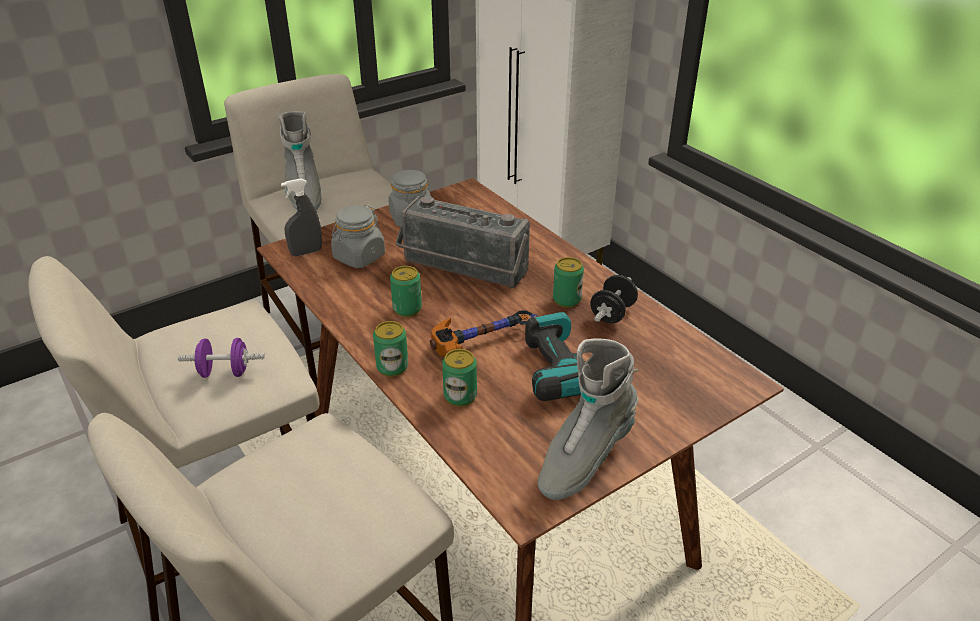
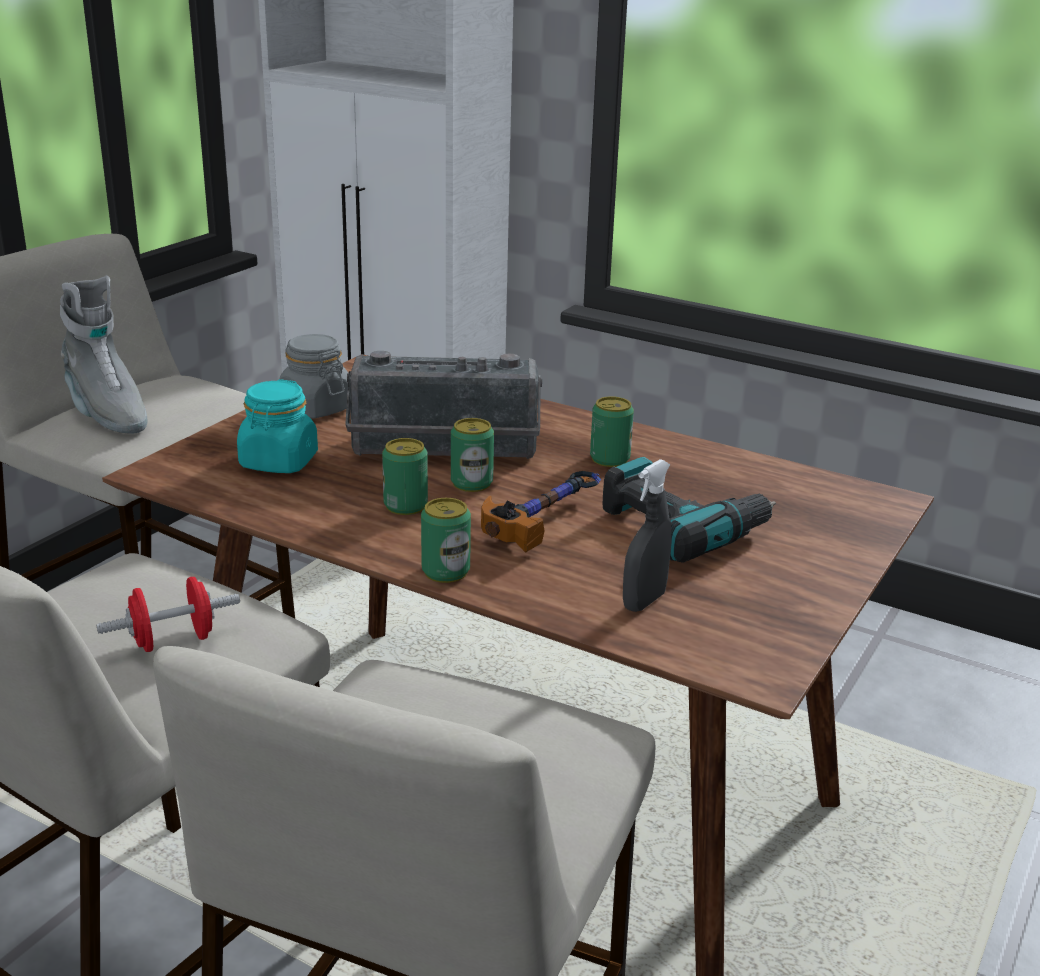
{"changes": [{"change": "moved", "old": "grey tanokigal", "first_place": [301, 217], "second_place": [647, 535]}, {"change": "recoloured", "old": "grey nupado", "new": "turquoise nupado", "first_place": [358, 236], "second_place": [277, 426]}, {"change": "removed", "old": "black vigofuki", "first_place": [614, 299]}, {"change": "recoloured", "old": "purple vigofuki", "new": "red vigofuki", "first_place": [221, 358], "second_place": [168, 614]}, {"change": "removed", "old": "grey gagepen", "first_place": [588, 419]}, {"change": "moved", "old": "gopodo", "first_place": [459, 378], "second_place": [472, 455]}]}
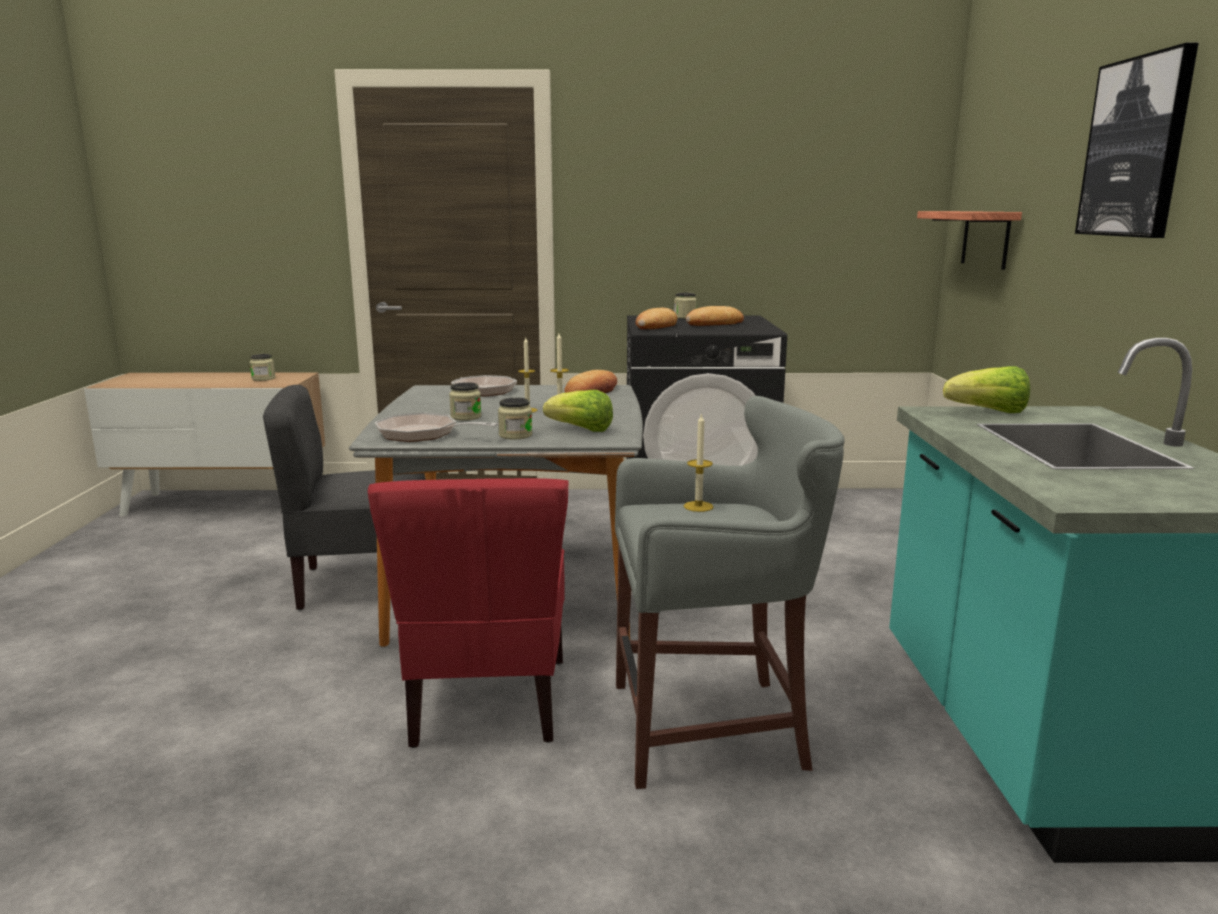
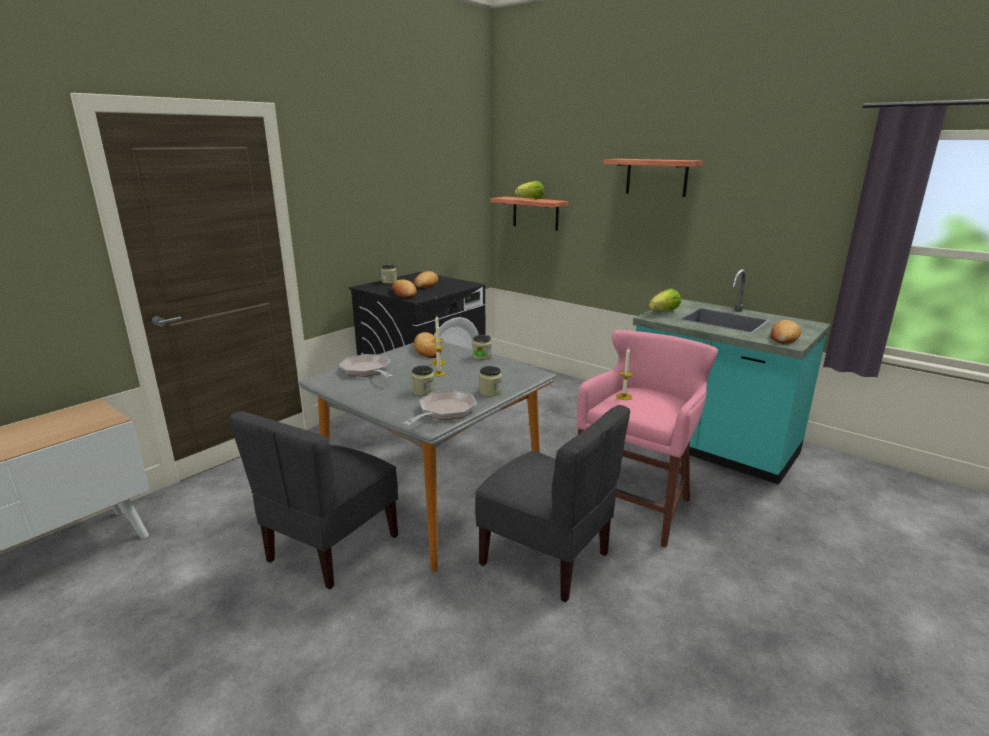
{"changes": [{"change": "replaced", "old": "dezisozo", "new": "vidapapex", "first_place": [1137, 140], "second_place": [653, 178]}, {"change": "moved", "old": "nupado", "first_place": [262, 367], "second_place": [482, 347]}, {"change": "moved", "old": "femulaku", "first_place": [578, 411], "second_place": [529, 190]}, {"change": "recoloured", "old": "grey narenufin", "new": "pink narenufin", "first_place": [729, 592], "second_place": [647, 439]}, {"change": "turned", "old": "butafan", "first_place": [437, 427], "second_place": [440, 408], "degrees": 150}, {"change": "recoloured", "old": "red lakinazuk", "new": "grey lakinazuk", "first_place": [468, 613], "second_place": [552, 503]}, {"change": "added", "new": "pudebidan", "second_place": [785, 332]}]}
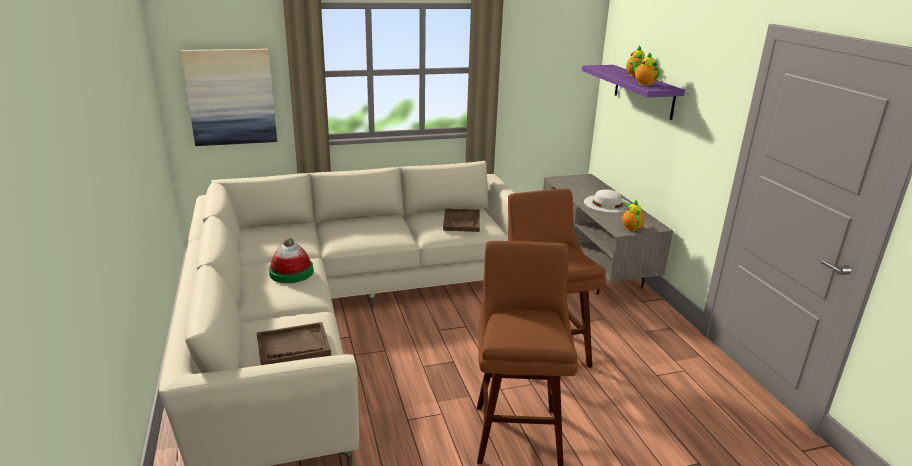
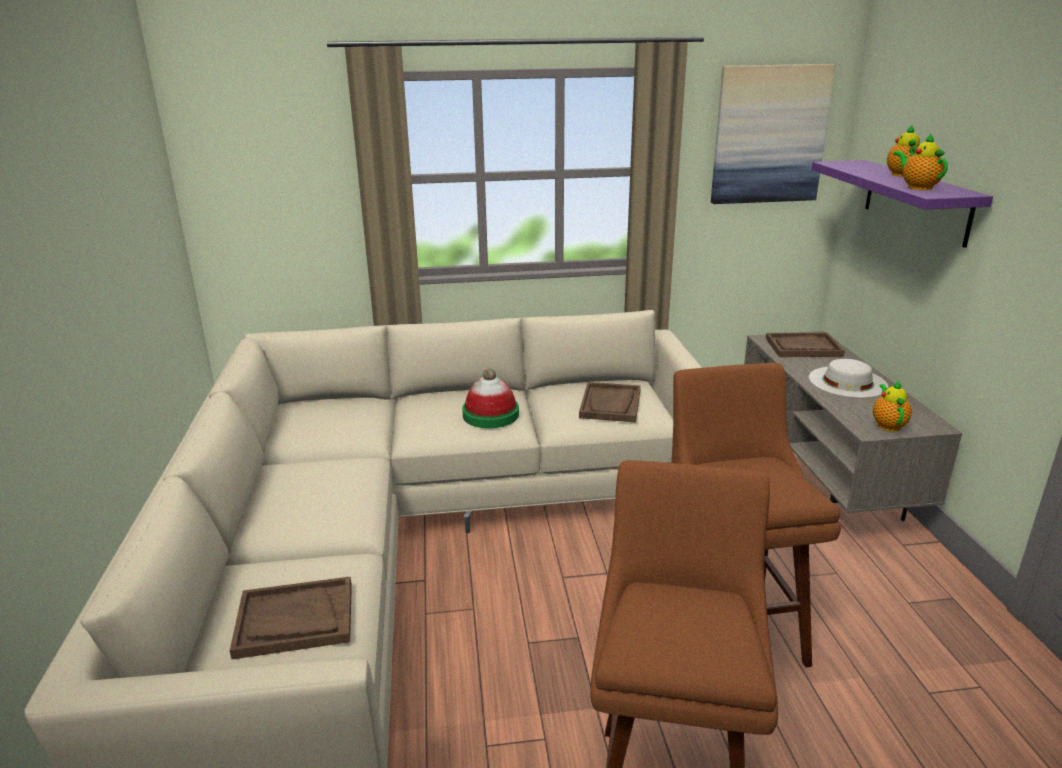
{"changes": [{"change": "moved", "old": "dezisozo", "first_place": [229, 97], "second_place": [773, 134]}, {"change": "moved", "old": "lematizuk", "first_place": [291, 260], "second_place": [490, 398]}, {"change": "added", "new": "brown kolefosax", "second_place": [805, 345]}]}
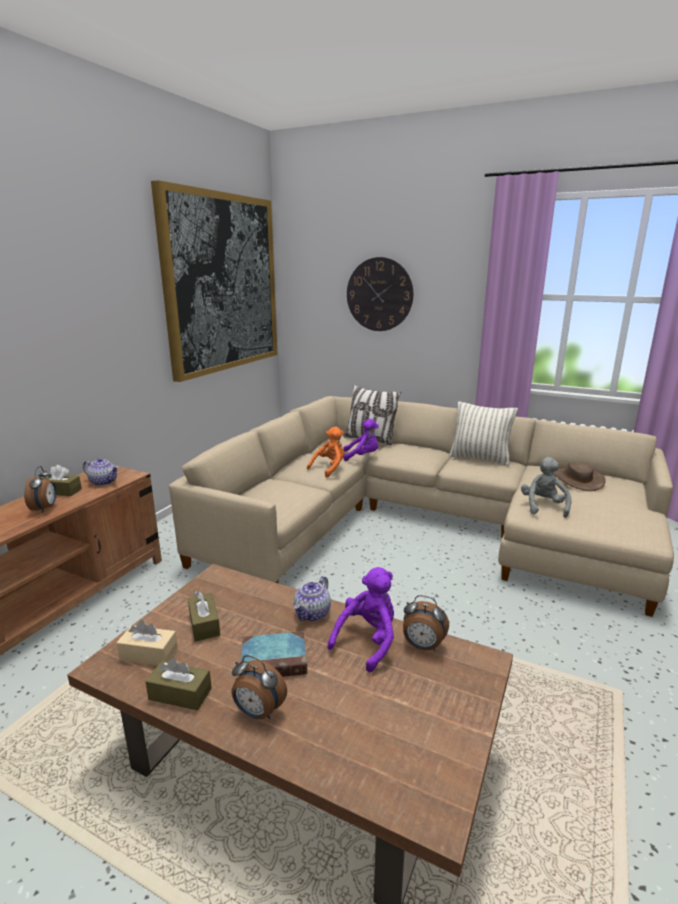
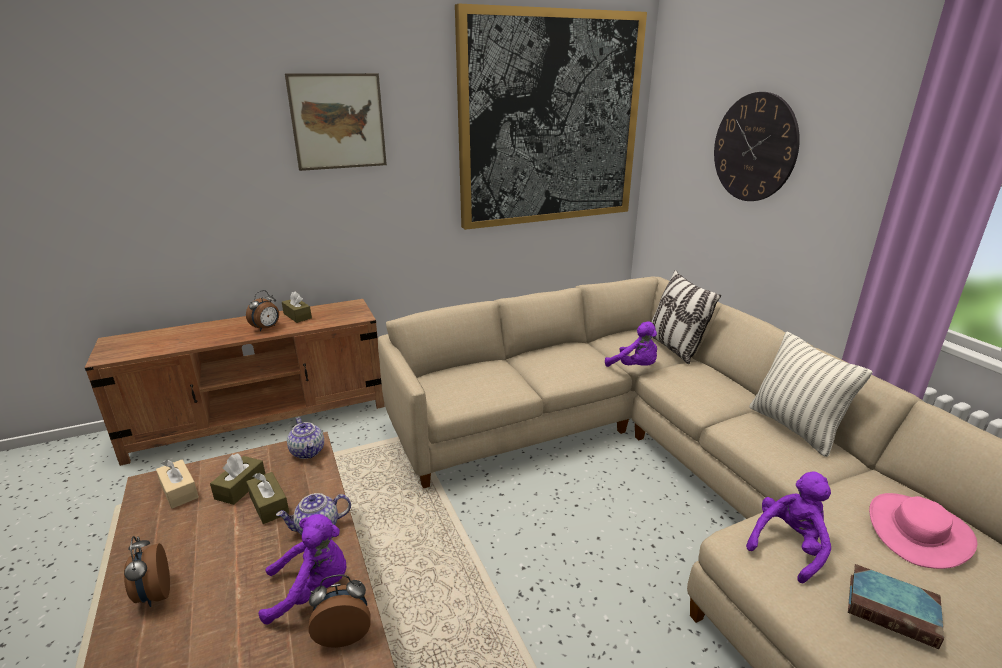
{"changes": [{"change": "removed", "old": "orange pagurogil", "first_place": [325, 451]}, {"change": "recoloured", "old": "grey pagurogil", "new": "purple pagurogil", "first_place": [546, 487], "second_place": [788, 527]}, {"change": "moved", "old": "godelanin", "first_place": [101, 472], "second_place": [305, 438]}, {"change": "recoloured", "old": "brown lematizuk", "new": "pink lematizuk", "first_place": [580, 476], "second_place": [923, 531]}, {"change": "turned", "old": "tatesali", "first_place": [426, 623], "second_place": [340, 611], "degrees": 105}, {"change": "moved", "old": "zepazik", "first_place": [274, 654], "second_place": [896, 606]}, {"change": "moved", "old": "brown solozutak", "first_place": [178, 684], "second_place": [268, 498]}, {"change": "added", "new": "dezisozo", "second_place": [336, 122]}]}
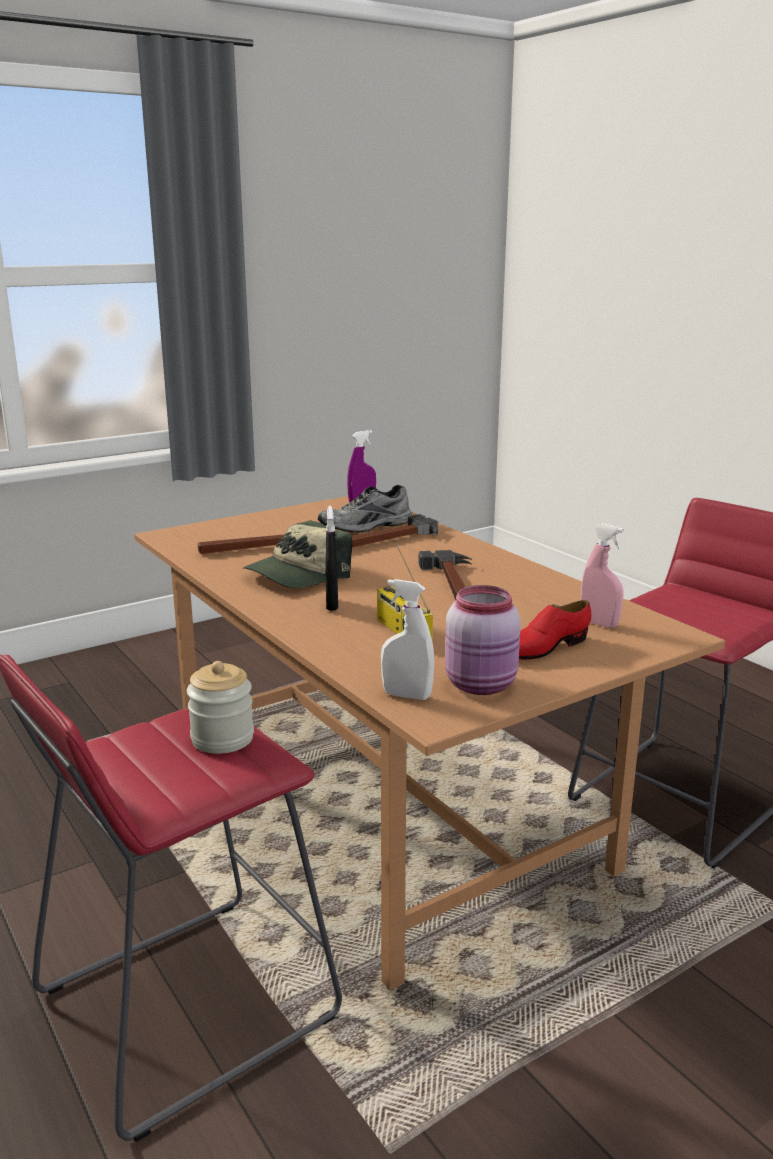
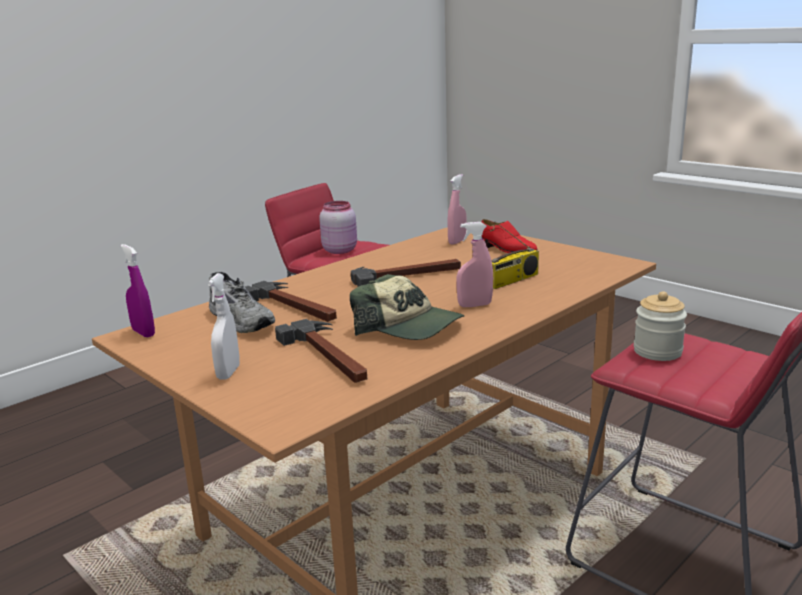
{"changes": [{"change": "recoloured", "old": "black tanokigal", "new": "pink tanokigal", "first_place": [332, 558], "second_place": [474, 264]}, {"change": "moved", "old": "white tanokigal", "first_place": [407, 639], "second_place": [223, 326]}, {"change": "moved", "old": "pink nupado", "first_place": [483, 640], "second_place": [338, 227]}]}
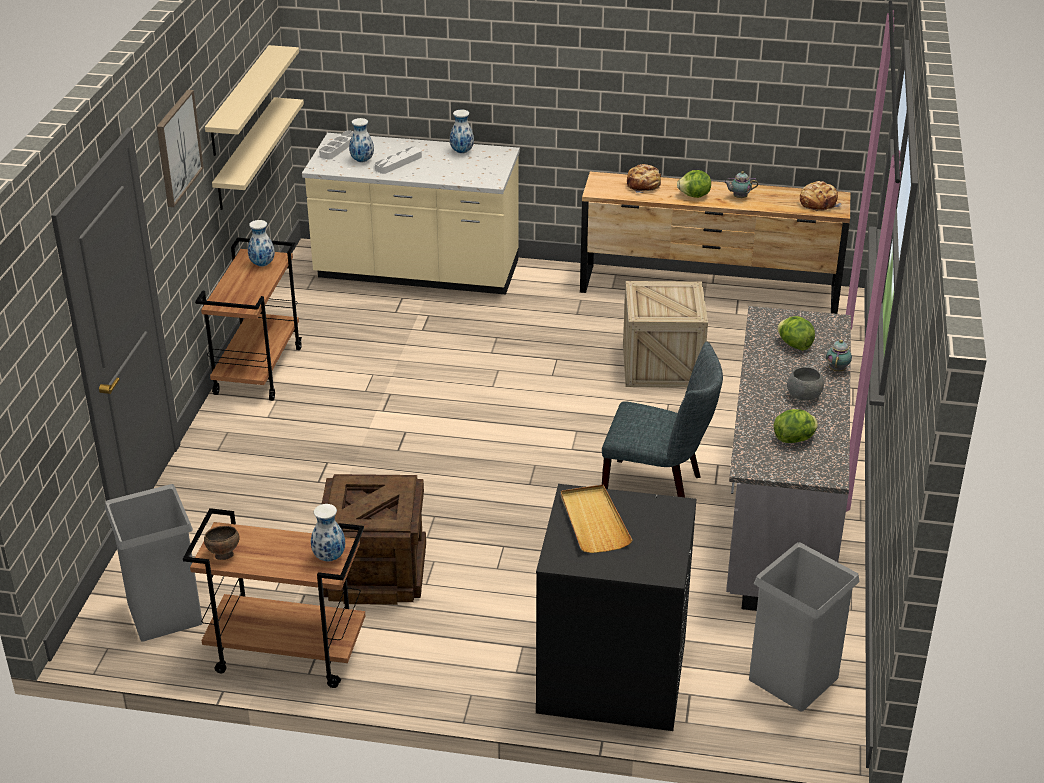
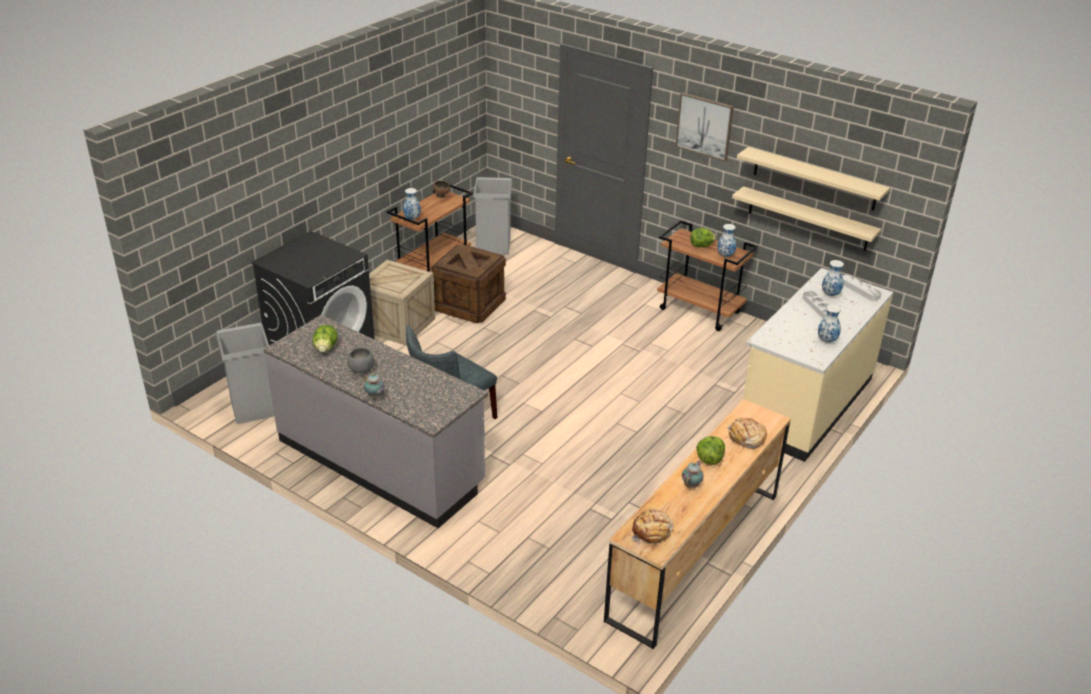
{"changes": [{"change": "moved", "old": "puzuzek", "first_place": [665, 334], "second_place": [402, 303]}, {"change": "moved", "old": "femulaku", "first_place": [796, 333], "second_place": [703, 237]}, {"change": "removed", "old": "beige kolefosax", "first_place": [596, 519]}]}
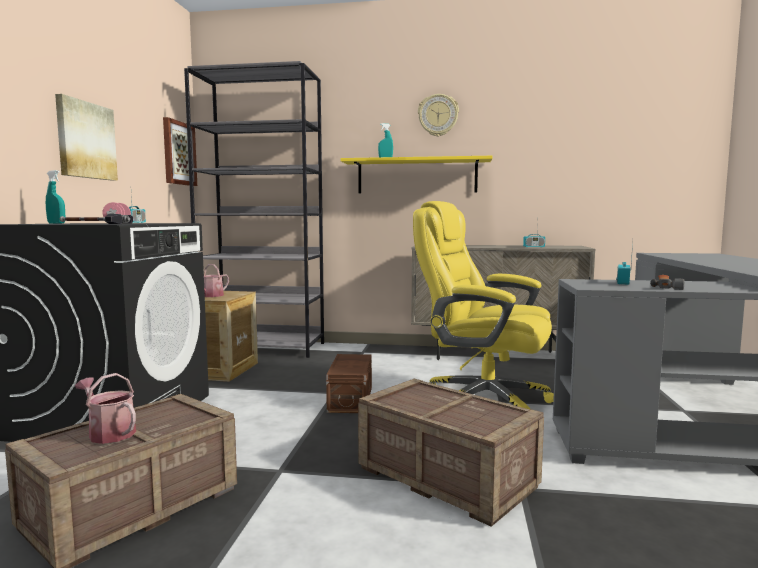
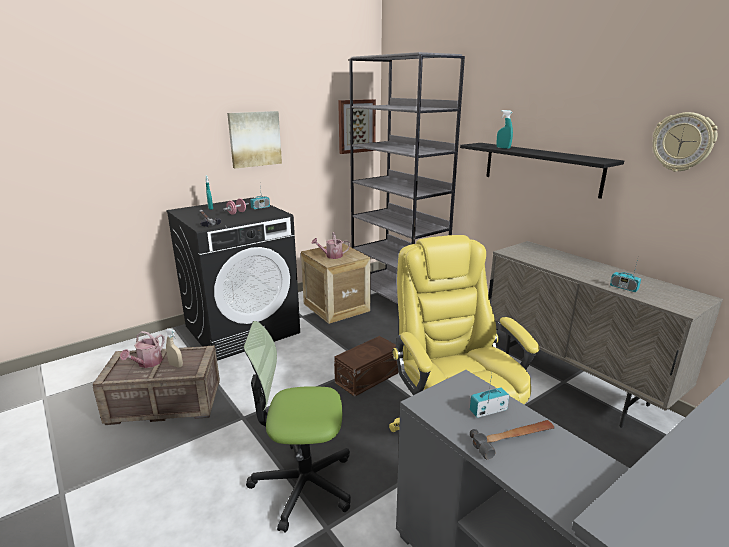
{"changes": [{"change": "moved", "old": "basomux", "first_place": [438, 115], "second_place": [685, 142]}, {"change": "recoloured", "old": "yellow vidapapex", "new": "black vidapapex", "first_place": [417, 174], "second_place": [542, 171]}, {"change": "turned", "old": "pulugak", "first_place": [105, 408], "second_place": [142, 349], "degrees": -150}, {"change": "replaced", "old": "puzuzek", "new": "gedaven", "first_place": [451, 453], "second_place": [297, 427]}, {"change": "added", "new": "beige tanokigal", "second_place": [174, 347]}]}
